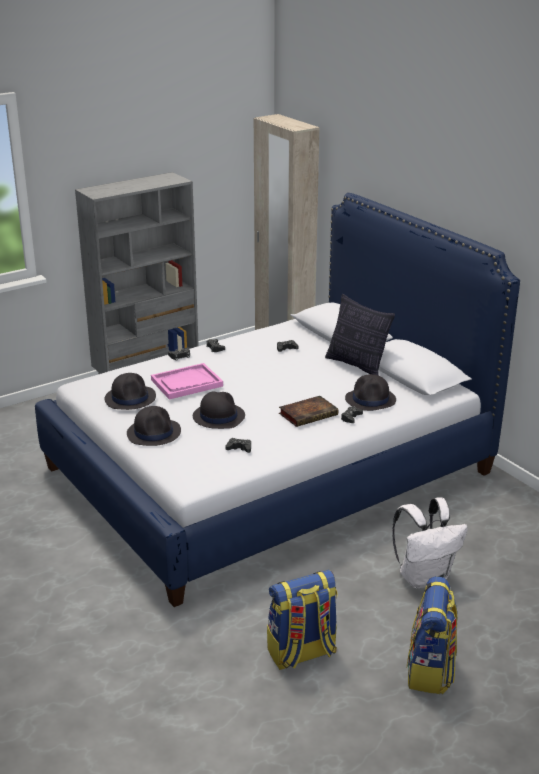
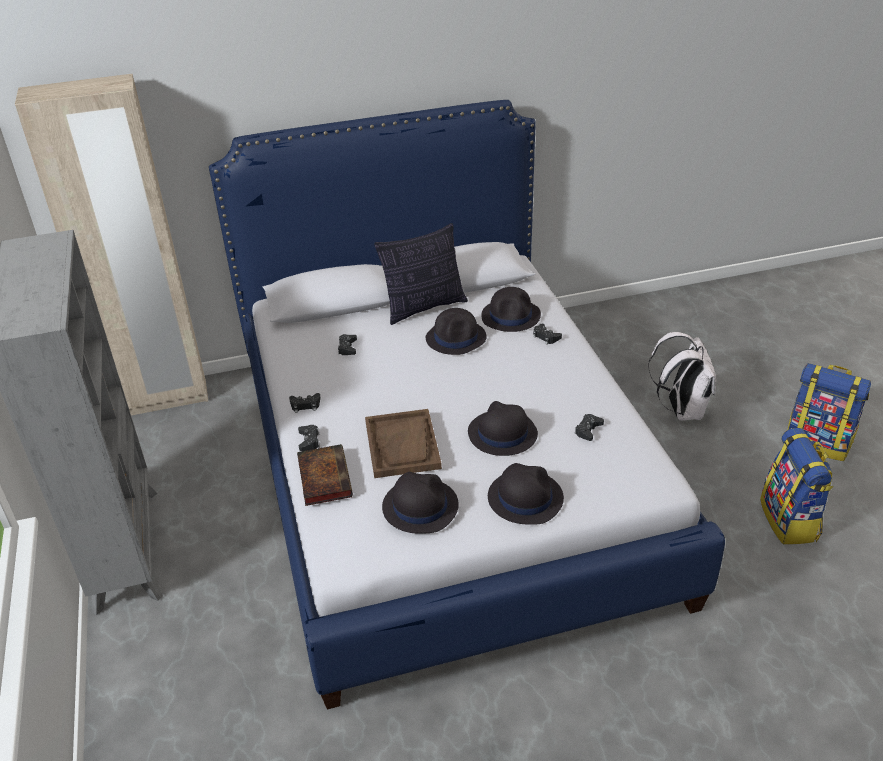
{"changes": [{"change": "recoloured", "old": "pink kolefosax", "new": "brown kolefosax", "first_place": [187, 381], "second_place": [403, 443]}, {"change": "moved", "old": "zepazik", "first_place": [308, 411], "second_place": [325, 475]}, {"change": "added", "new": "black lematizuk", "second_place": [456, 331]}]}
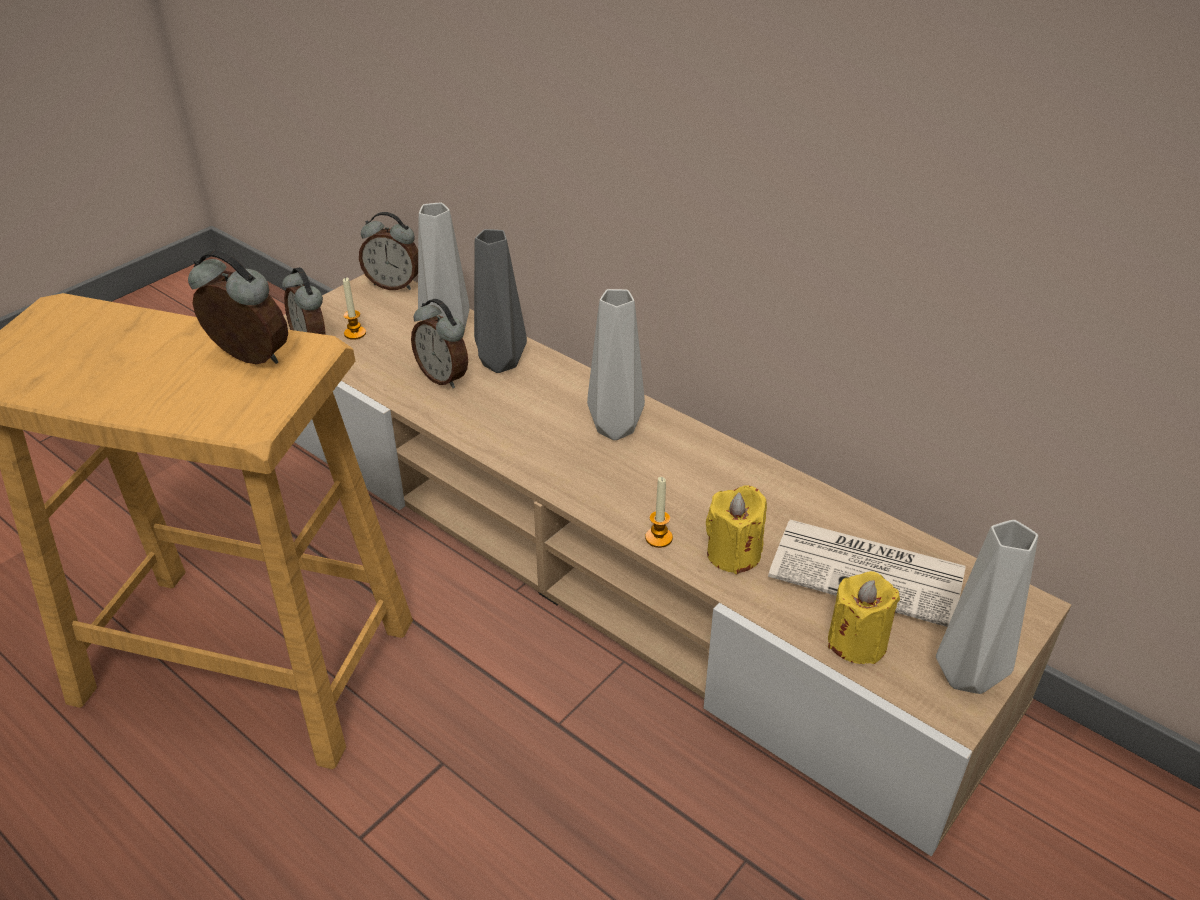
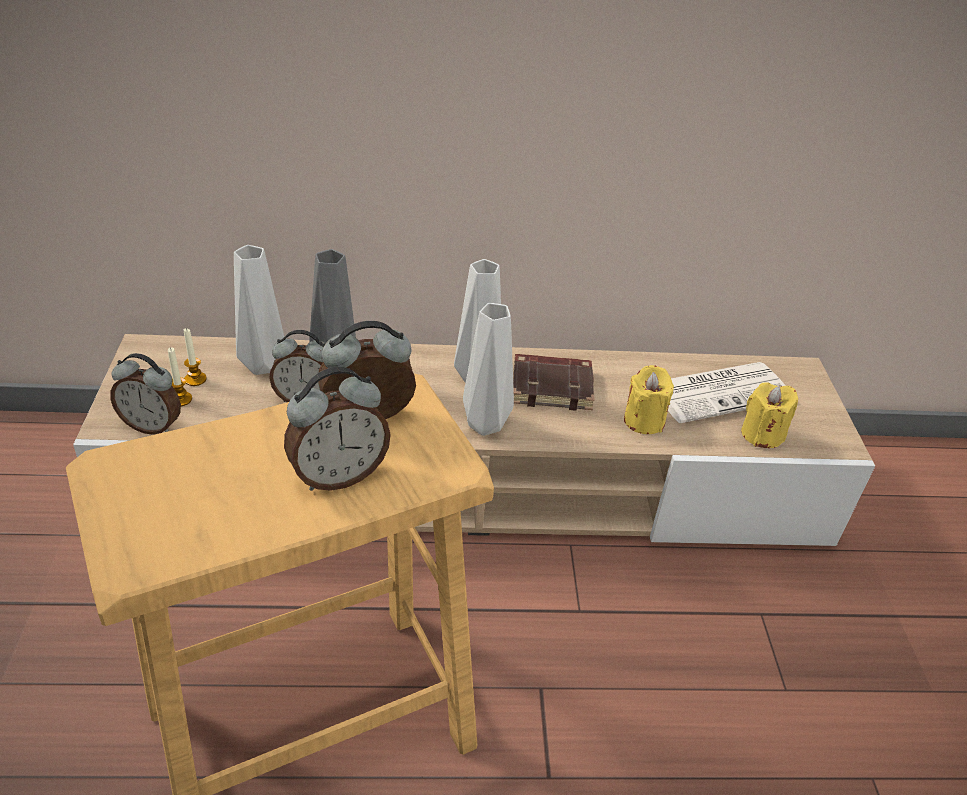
{"changes": [{"change": "moved", "old": "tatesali", "first_place": [388, 251], "second_place": [337, 429]}, {"change": "moved", "old": "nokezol", "first_place": [659, 512], "second_place": [195, 357]}, {"change": "moved", "old": "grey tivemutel", "first_place": [987, 607], "second_place": [488, 369]}, {"change": "added", "new": "brown zepazik", "second_place": [554, 382]}]}
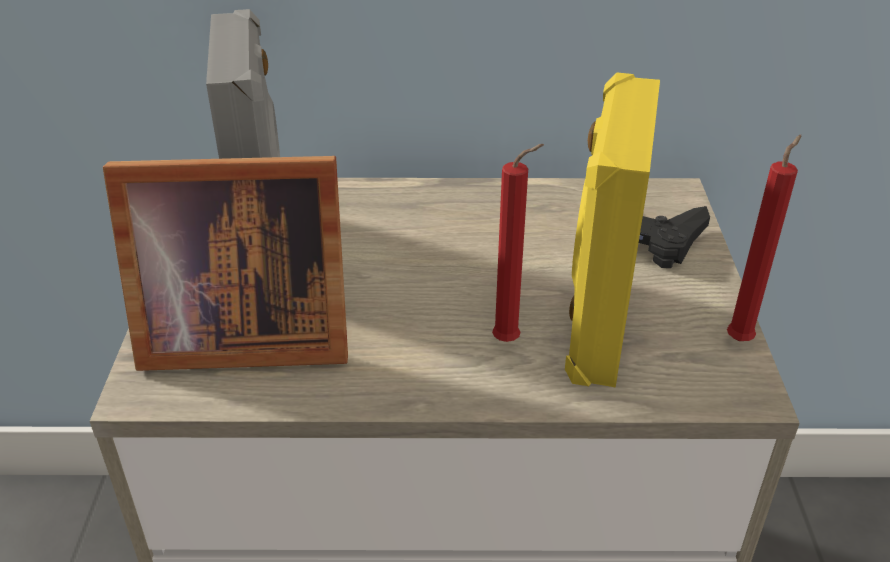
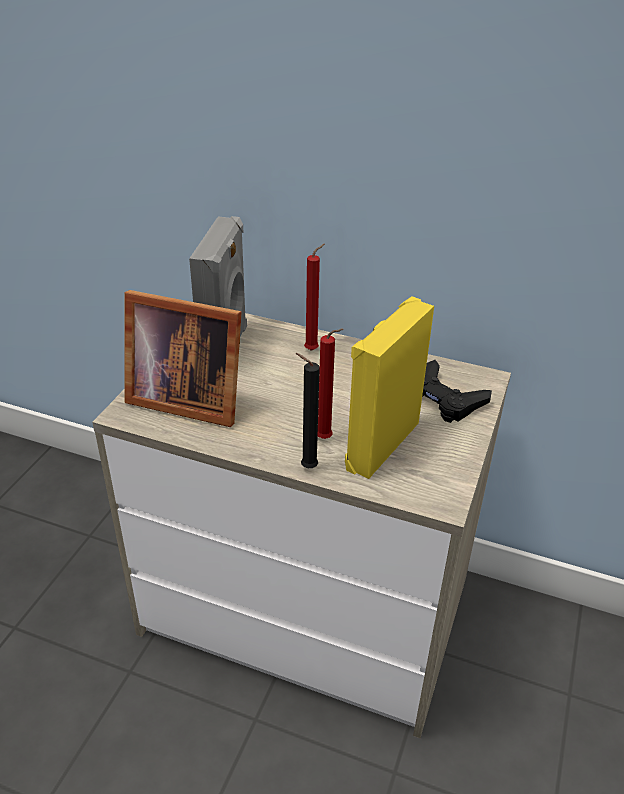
{"changes": [{"change": "moved", "old": "red nokezol", "first_place": [764, 238], "second_place": [314, 297]}, {"change": "added", "new": "black nokezol", "second_place": [308, 410]}]}
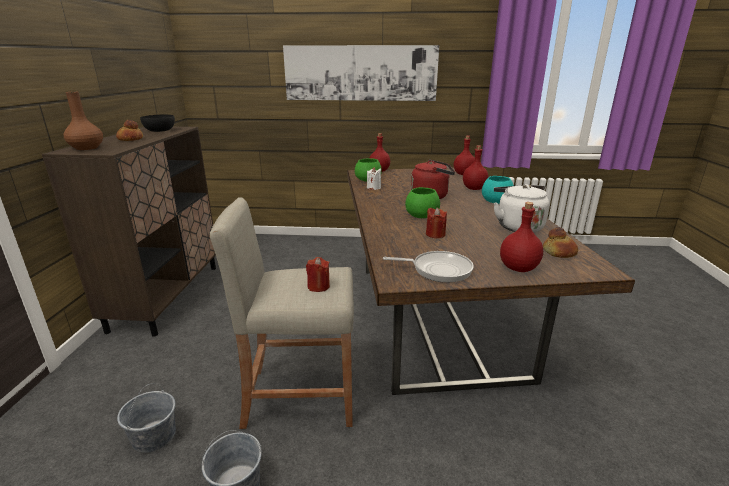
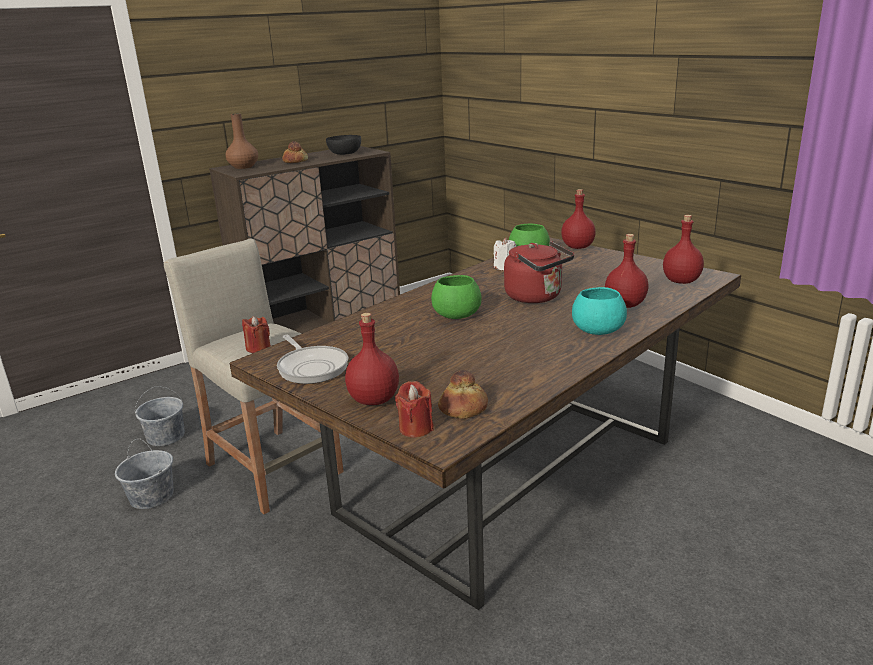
{"changes": [{"change": "removed", "old": "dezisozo", "first_place": [361, 73]}, {"change": "removed", "old": "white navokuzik", "first_place": [521, 208]}, {"change": "moved", "old": "red nokezol", "first_place": [436, 223], "second_place": [414, 409]}]}
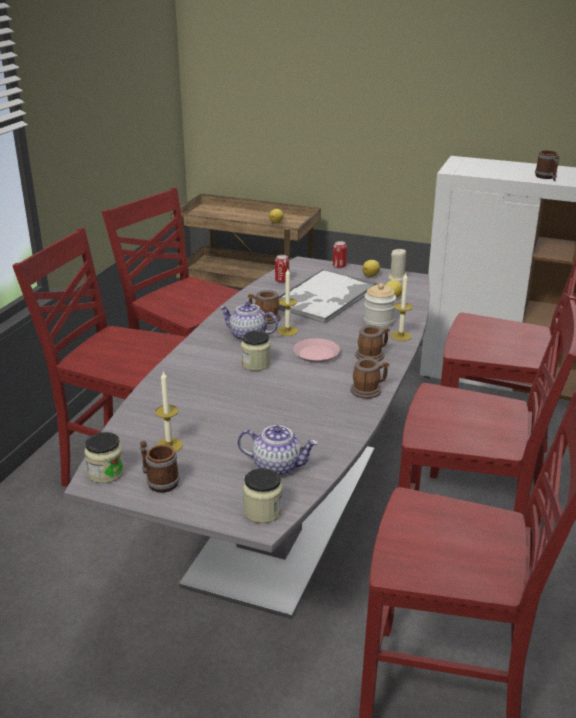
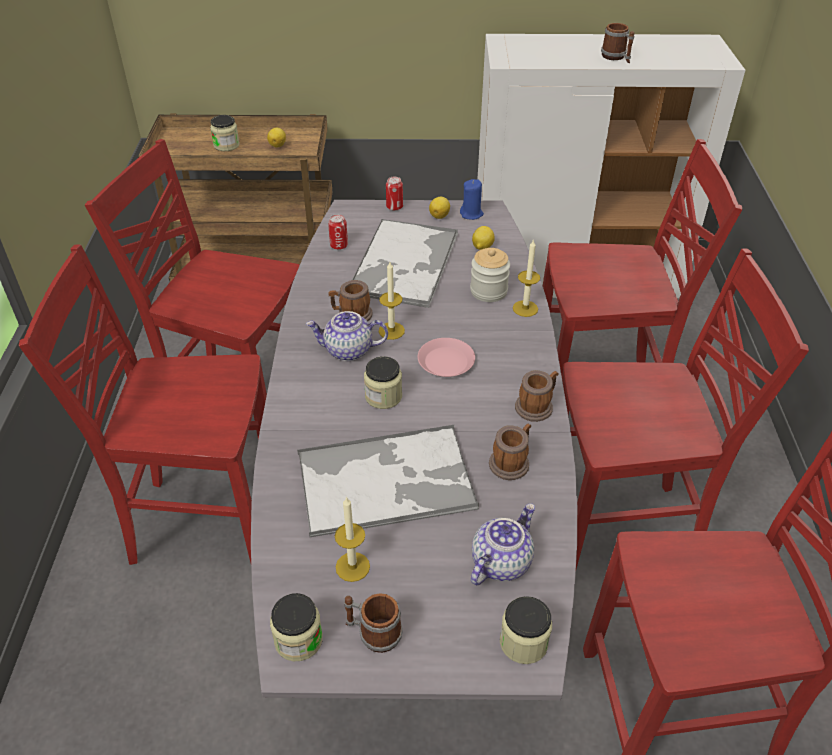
{"changes": [{"change": "recoloured", "old": "beige nokezol", "new": "blue nokezol", "first_place": [397, 264], "second_place": [472, 199]}, {"change": "moved", "old": "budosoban", "first_place": [372, 343], "second_place": [510, 452]}, {"change": "turned", "old": "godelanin", "first_place": [277, 450], "second_place": [503, 544], "degrees": -45}, {"change": "added", "new": "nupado", "second_place": [225, 133]}, {"change": "added", "new": "kolefosax", "second_place": [388, 481]}]}
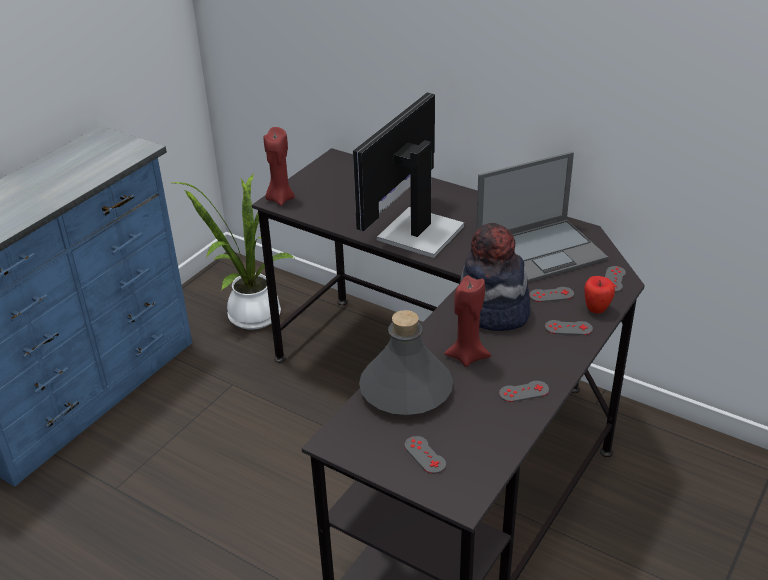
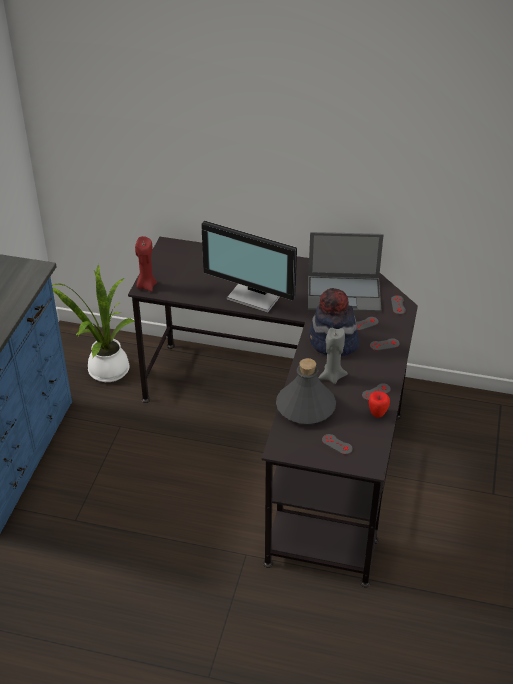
{"changes": [{"change": "turned", "old": "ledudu", "first_place": [409, 175], "second_place": [249, 267], "degrees": -75}, {"change": "turned", "old": "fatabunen", "first_place": [542, 217], "second_place": [345, 272], "degrees": 45}, {"change": "recoloured", "old": "red nokezol", "new": "grey nokezol", "first_place": [467, 321], "second_place": [333, 356]}, {"change": "moved", "old": "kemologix", "first_place": [599, 295], "second_place": [379, 404]}]}
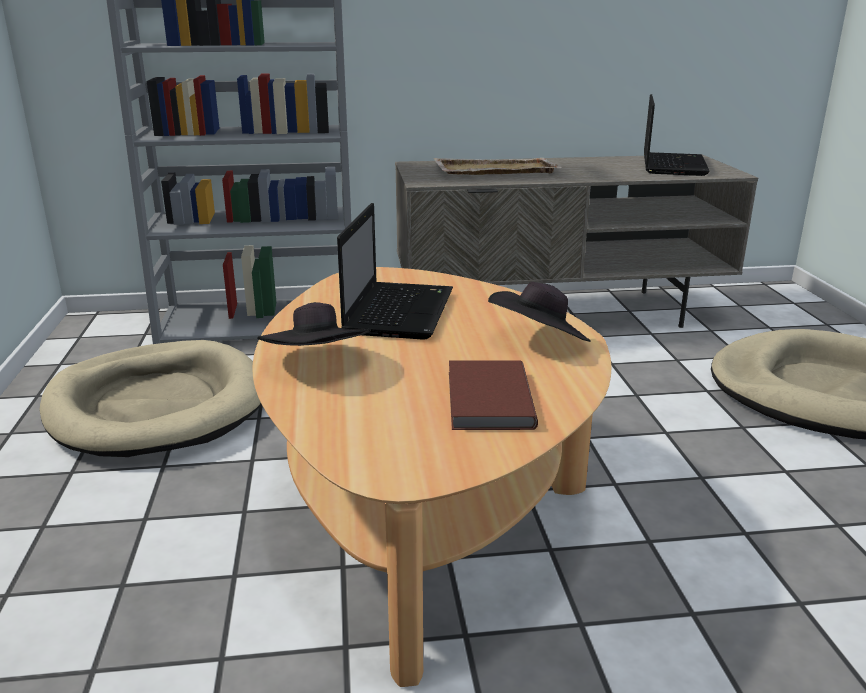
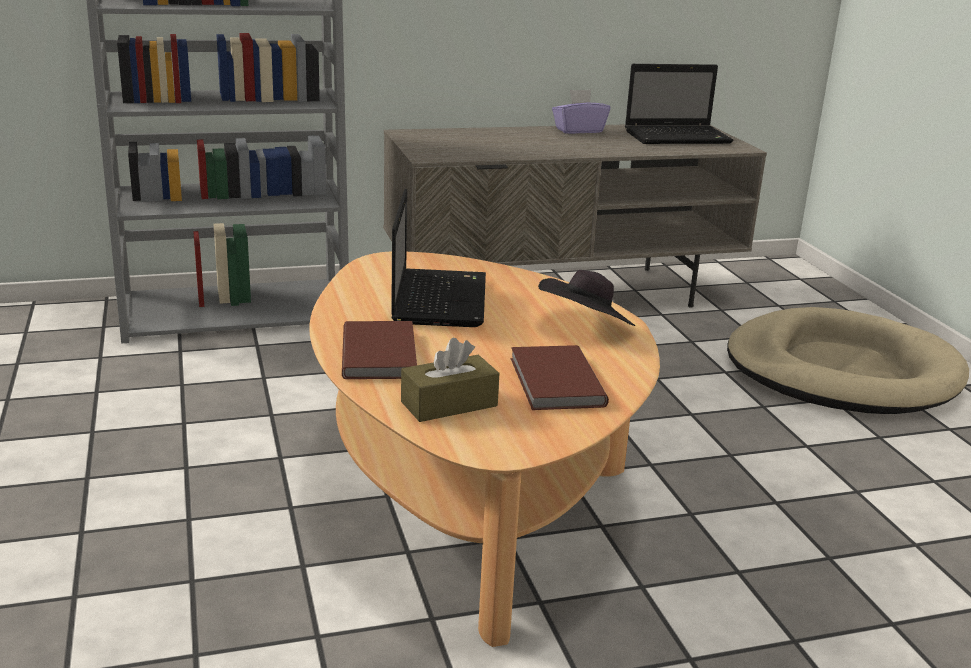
{"changes": [{"change": "turned", "old": "fatabunen", "first_place": [676, 135], "second_place": [679, 104], "degrees": 75}, {"change": "removed", "old": "beige kolefosax", "first_place": [497, 166]}, {"change": "replaced", "old": "black lematizuk", "new": "brown zepazik", "first_place": [314, 324], "second_place": [379, 350]}, {"change": "removed", "old": "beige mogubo", "first_place": [150, 398]}, {"change": "added", "new": "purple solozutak", "second_place": [581, 111]}, {"change": "added", "new": "brown solozutak", "second_place": [450, 380]}]}
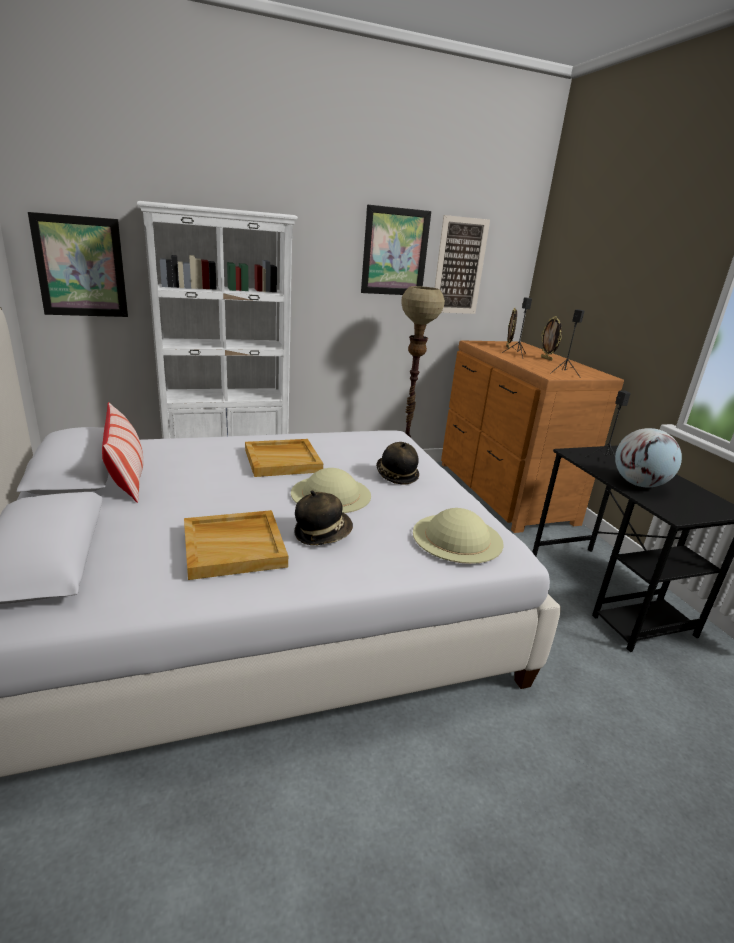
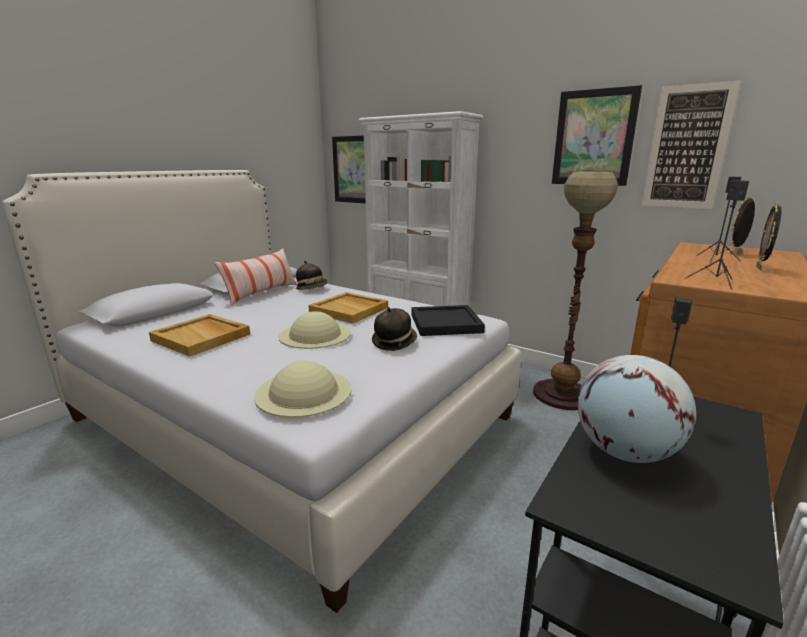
{"changes": [{"change": "moved", "old": "lematizuk", "first_place": [323, 517], "second_place": [312, 275]}, {"change": "added", "new": "black kolefosax", "second_place": [448, 320]}]}
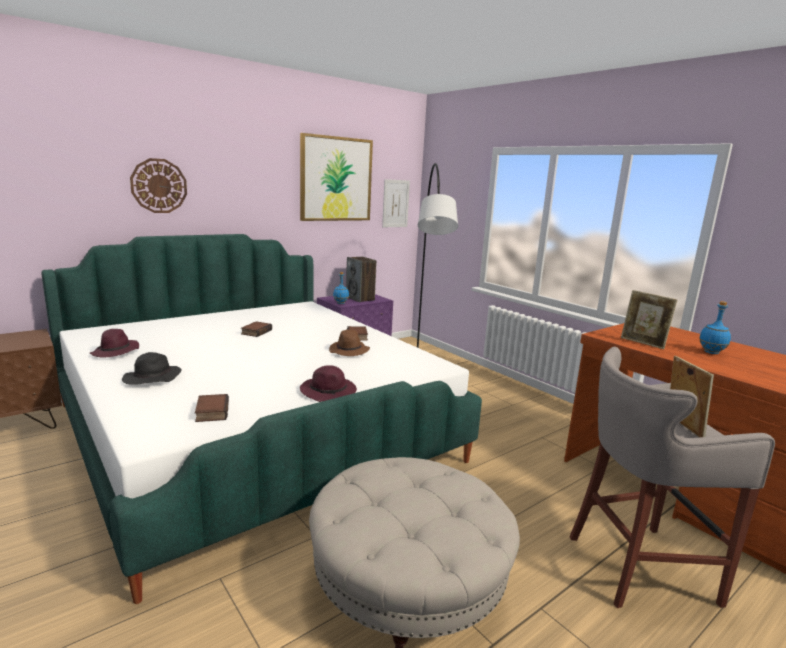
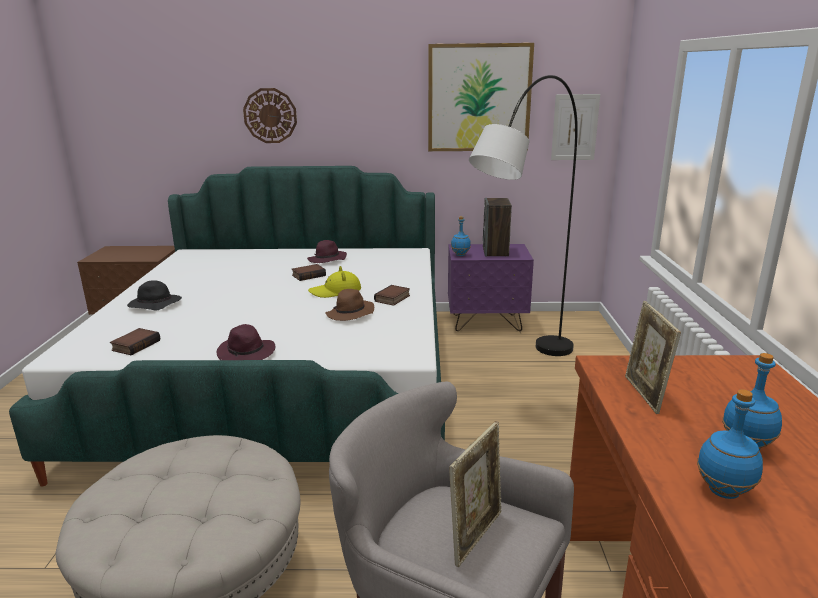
{"changes": [{"change": "moved", "old": "purple lematizuk", "first_place": [114, 343], "second_place": [327, 251]}, {"change": "added", "new": "yellow lematizuk", "second_place": [334, 282]}, {"change": "added", "new": "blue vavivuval", "second_place": [730, 444]}]}
